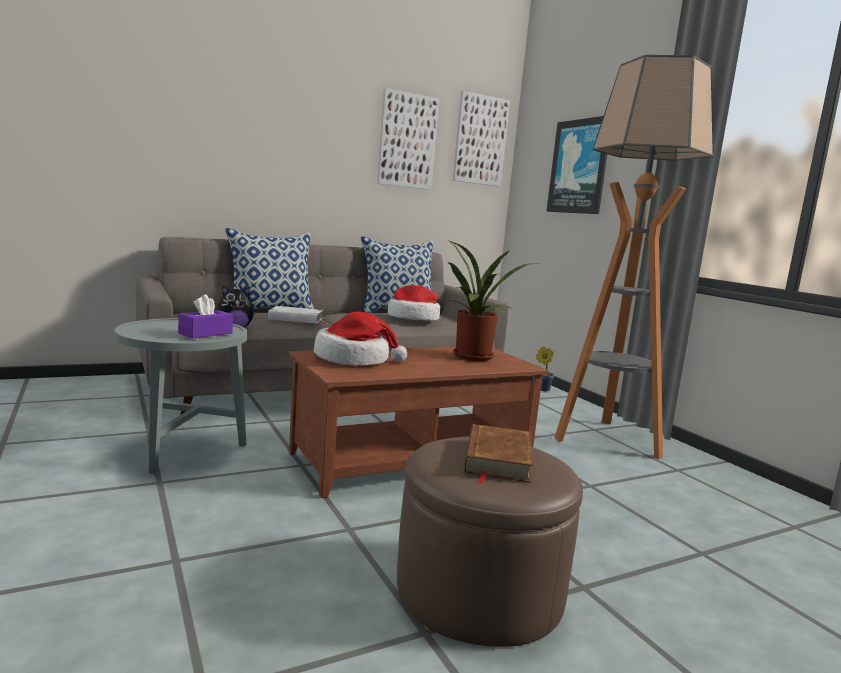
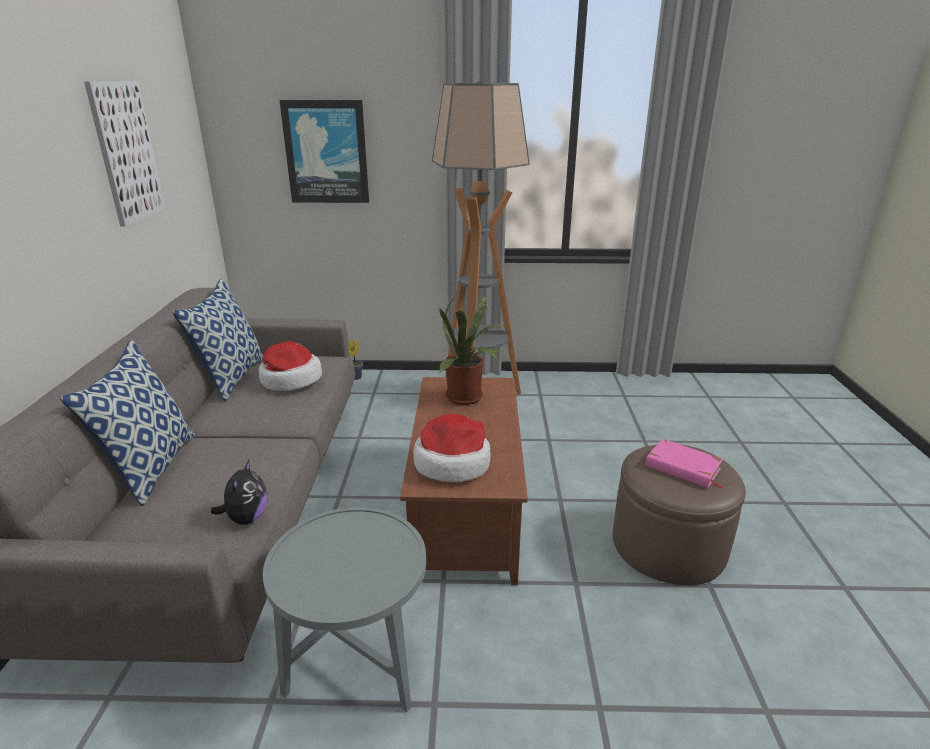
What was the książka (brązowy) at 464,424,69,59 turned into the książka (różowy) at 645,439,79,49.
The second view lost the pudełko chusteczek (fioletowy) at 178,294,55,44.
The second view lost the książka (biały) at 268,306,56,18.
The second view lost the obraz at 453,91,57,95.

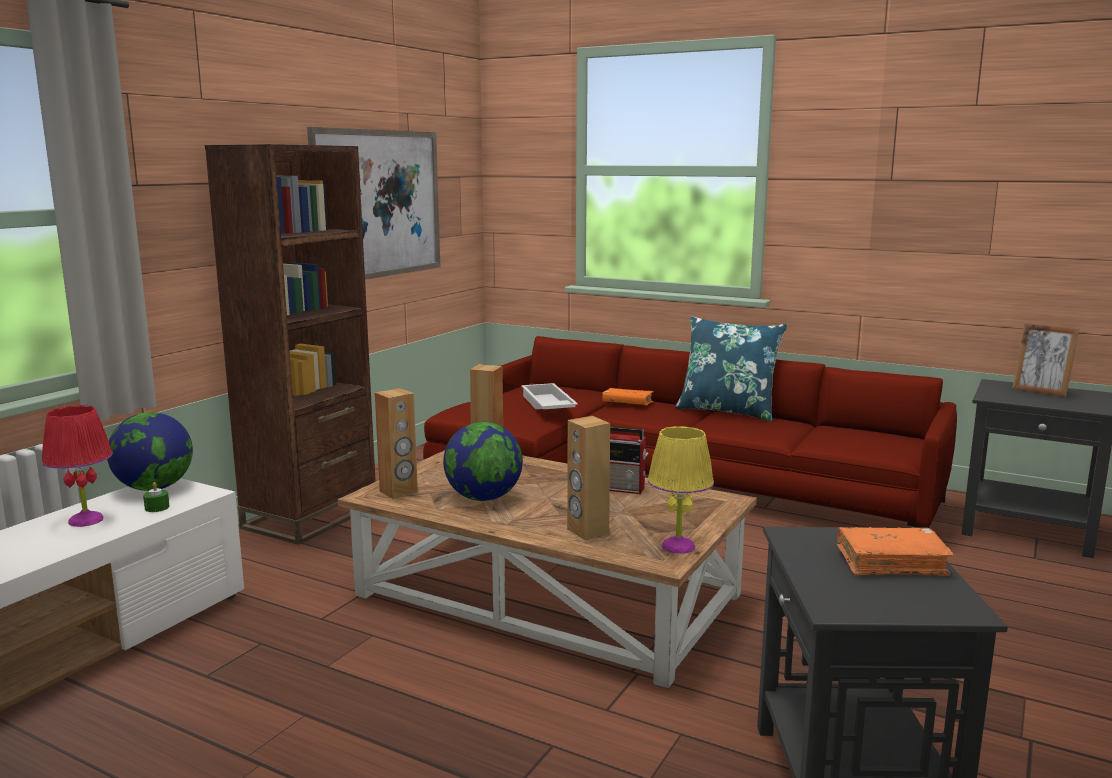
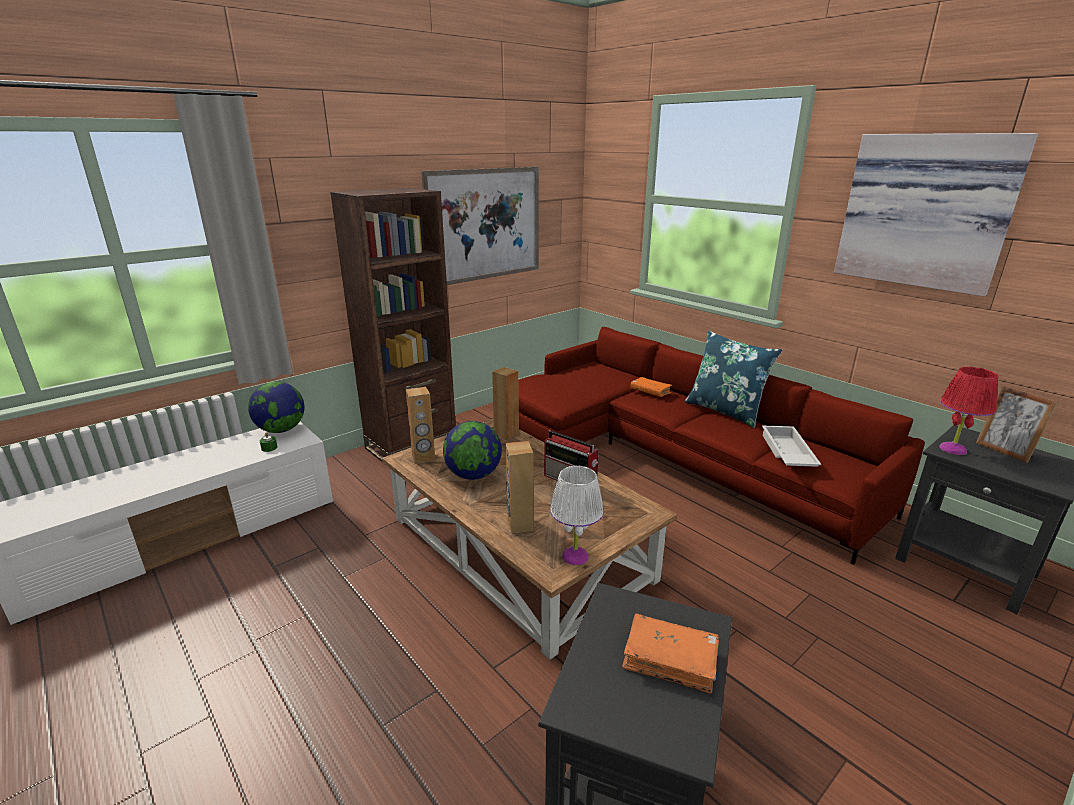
What was the lampa stołowa (żółty) at 648,426,66,128 turned into the lampa stołowa (biały) at 550,466,54,99.
The taca (biały) ended up elsewhere, having gone from 521,383,57,26 to 762,425,60,42.
The second view gained the obraz at 834,133,204,164.
The lampa stołowa (czerwony) ended up elsewhere, having gone from 42,405,71,122 to 940,367,58,88.

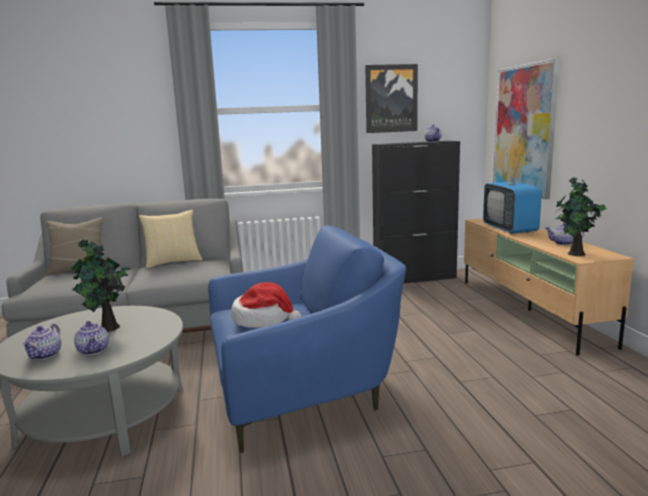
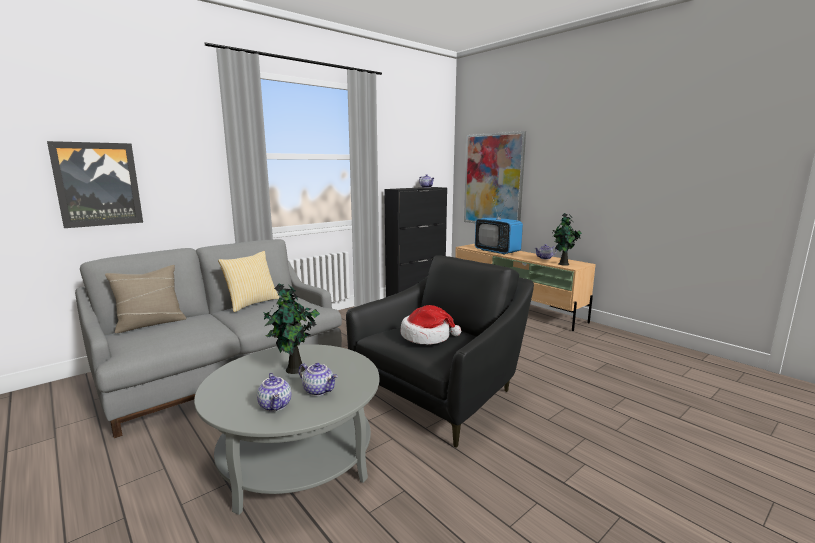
The obraz ended up elsewhere, having gone from 365,64,53,69 to 47,141,96,87.
What was the fotel (niebieski) at 208,225,198,228 turned into the fotel (czarny) at 346,255,188,193.

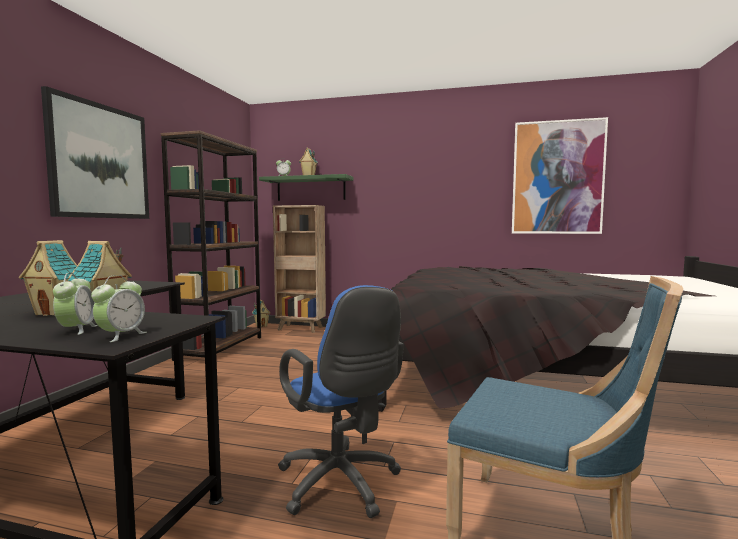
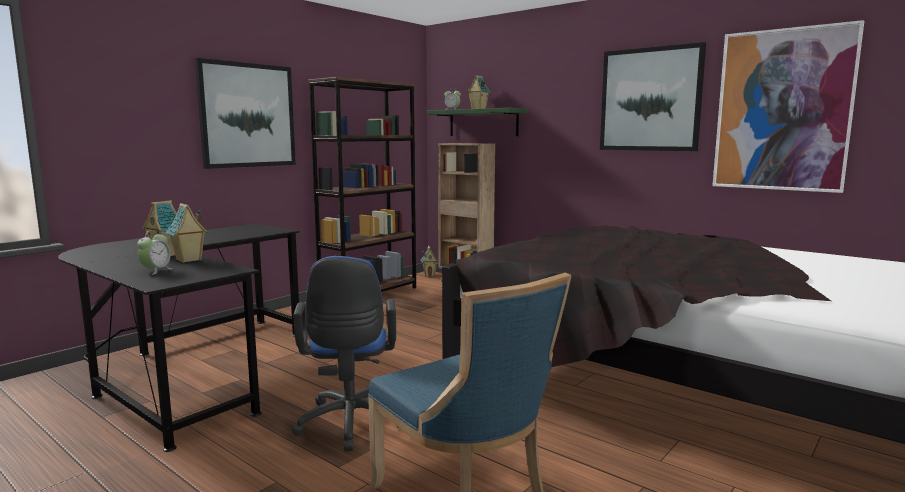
The second view gained the obraz at 600,42,106,109.
The second view lost the budzik at 91,275,56,67.

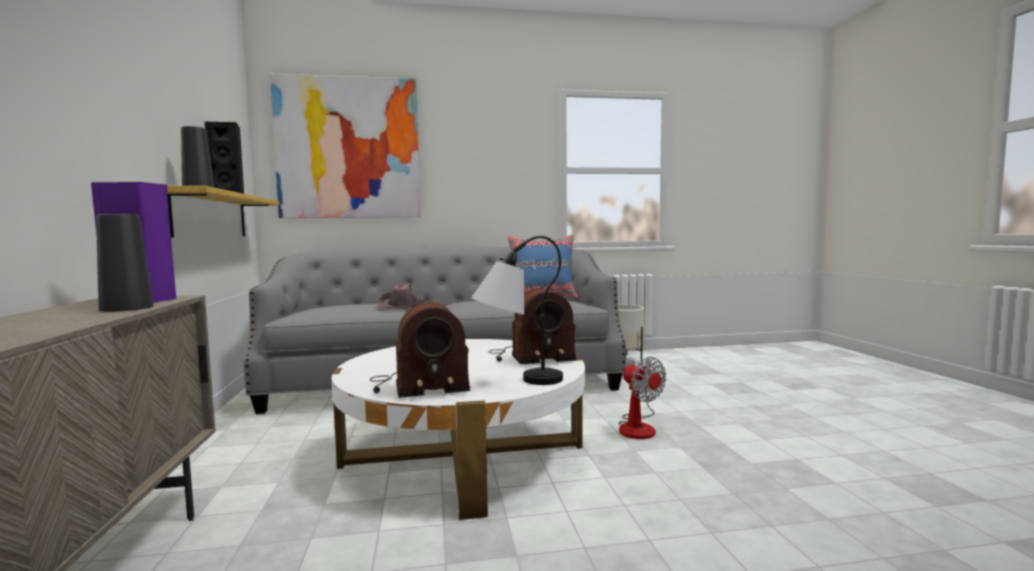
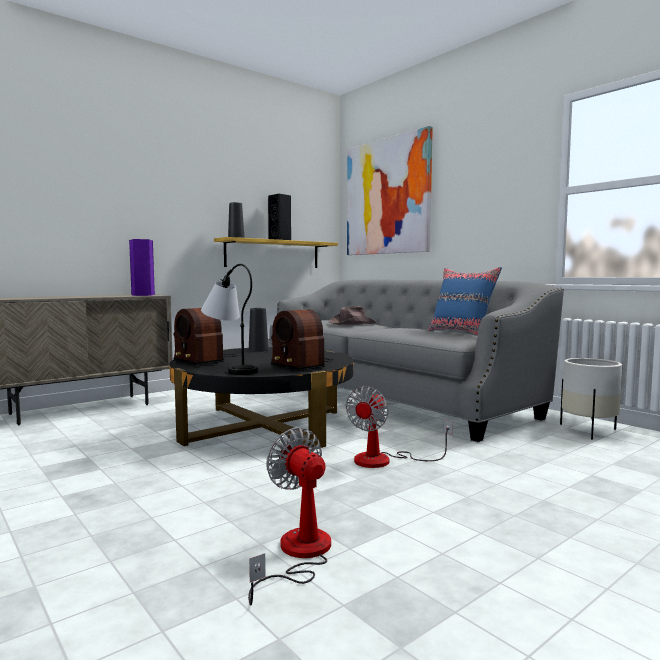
What was the ława (biały) at 332,339,253,181 turned into the ława (czarny) at 169,347,184,103.
The second view gained the wentylator at 248,427,83,178.
The wazon (czarny) ended up elsewhere, having gone from 96,214,58,98 to 249,308,20,44.

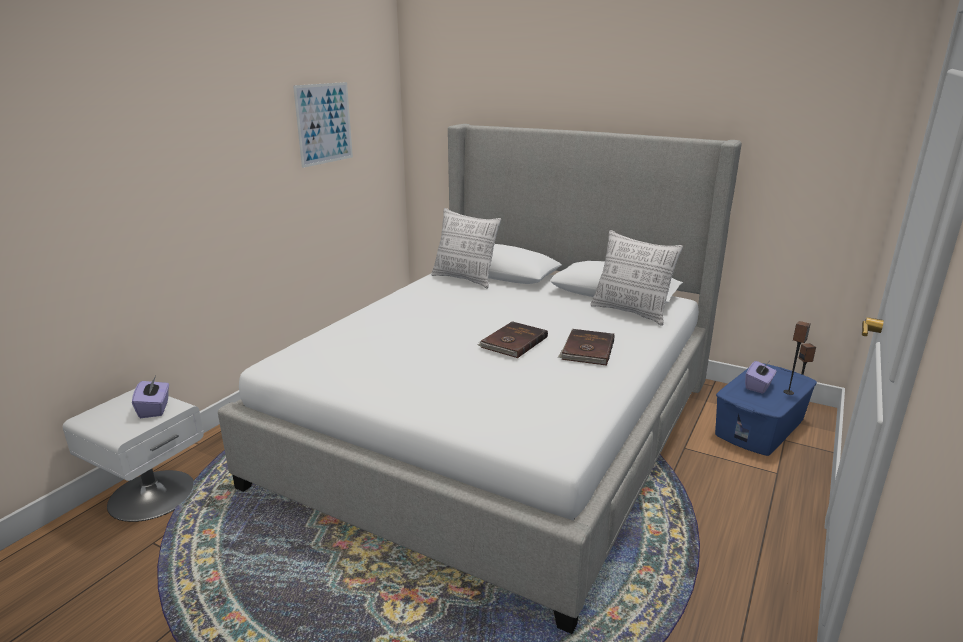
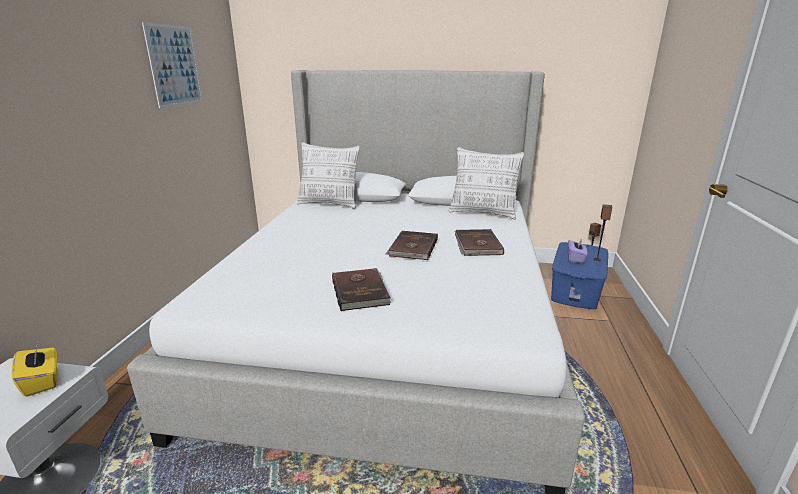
What was the pudełko chusteczek (fioletowy) at 132,376,37,42 turned into the pudełko chusteczek (żółty) at 12,343,45,54.
The second view gained the książka (brązowy) at 332,268,59,43.

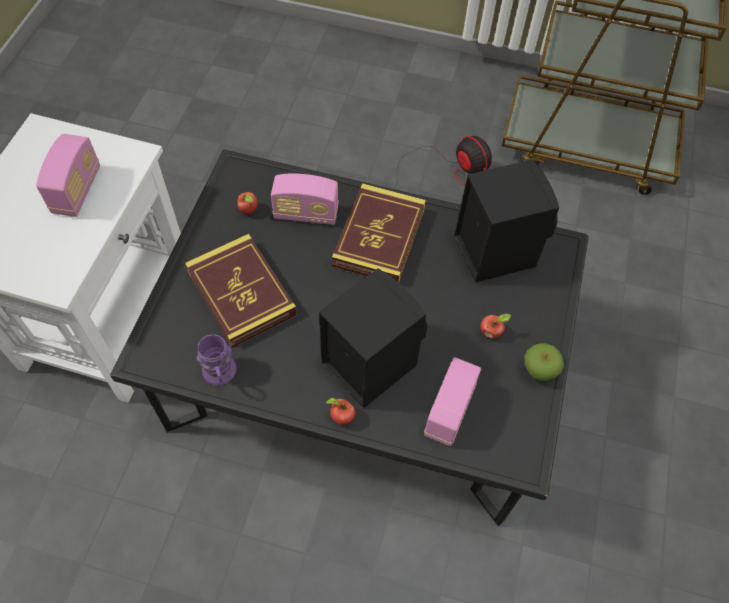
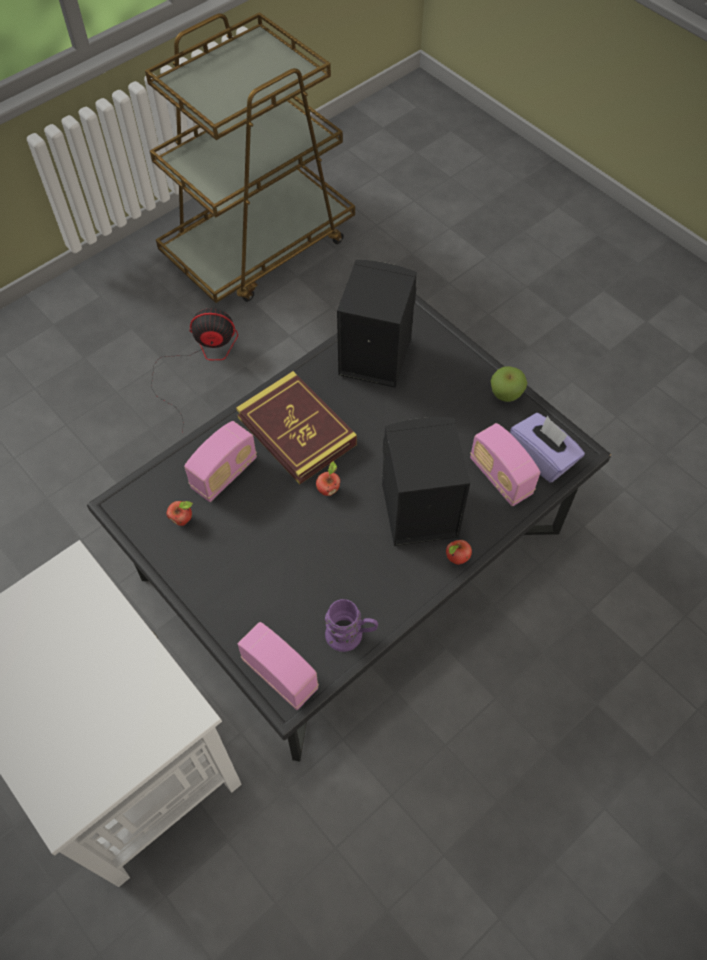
The radio ended up elsewhere, having gone from 36,134,64,83 to 238,622,81,88.
The jabłko ended up elsewhere, having gone from 481,314,30,24 to 316,461,24,35.
The second view gained the pudełko chusteczek (fioletowy) at 510,413,75,70.
The second view lost the książka at 185,234,112,114.

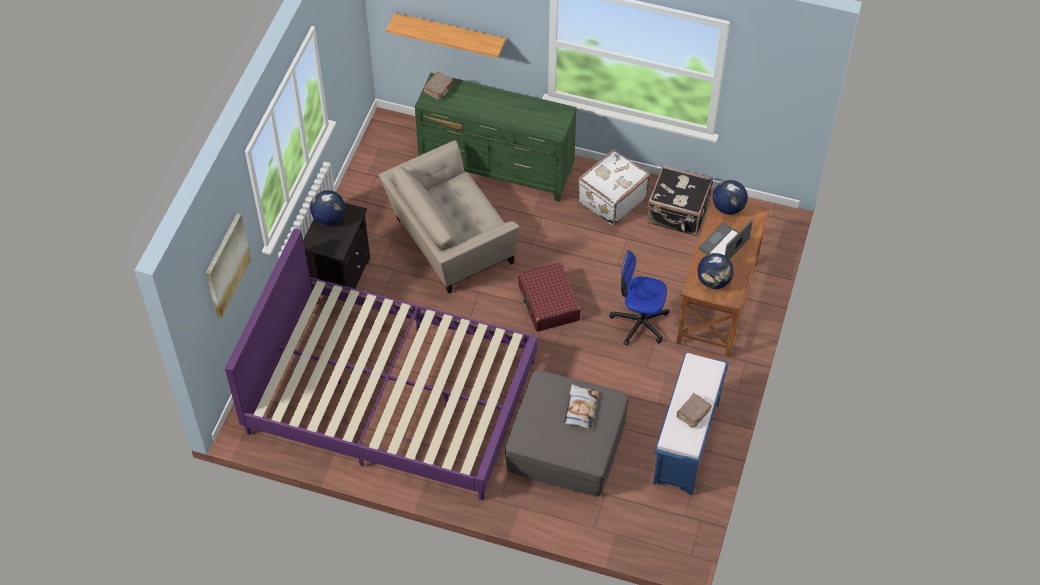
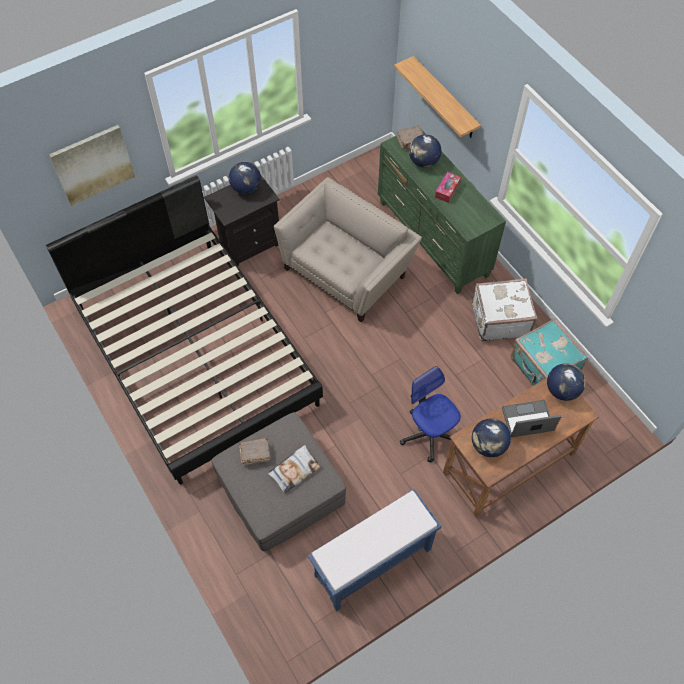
What was the łóżko (fioletowy) at 225,228,313,272 turned into the łóżko (czarny) at 46,176,277,309.
The książka (brązowy) ended up elsewhere, having gone from 676,393,36,35 to 239,438,32,27.
The fotel (beżowy) at 379,140,140,154 ended up facing another way, 120 degrees clockwise from before.
The second view gained the globus at 409,134,32,34.
The second view gained the pudełko chusteczek at 435,172,26,31.
What was the walizka (czarny) at 647,165,66,71 turned into the walizka (turkusowy) at 510,318,78,68.
The second view lost the walizka (czerwony) at 518,263,63,69.

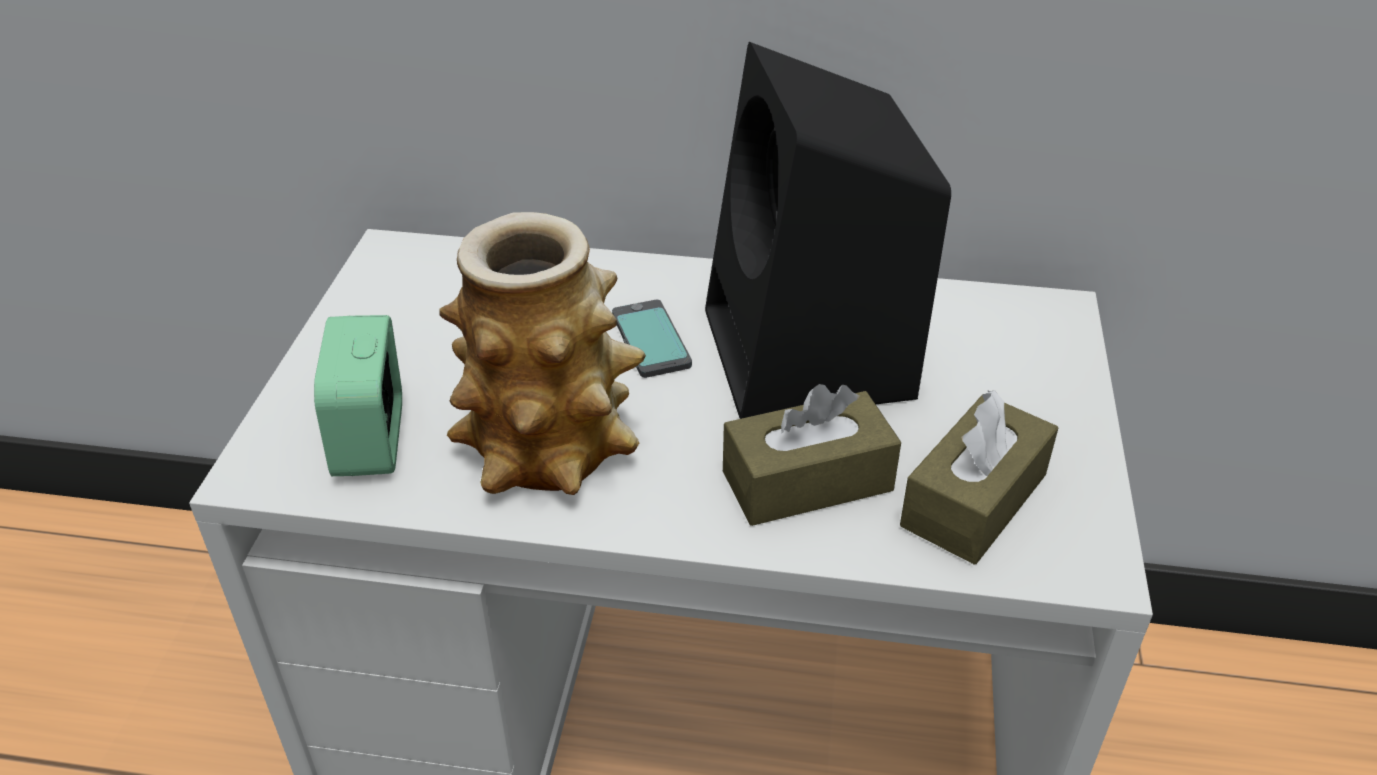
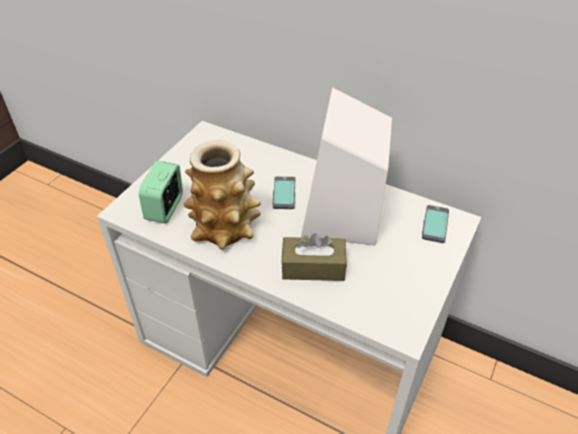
What was the głośnik (czarny) at 705,42,246,377 turned into the głośnik (biały) at 301,87,91,159.
The second view gained the telefon at 422,205,27,38.
The second view lost the pudełko chusteczek (brązowy) at 900,390,158,175.

